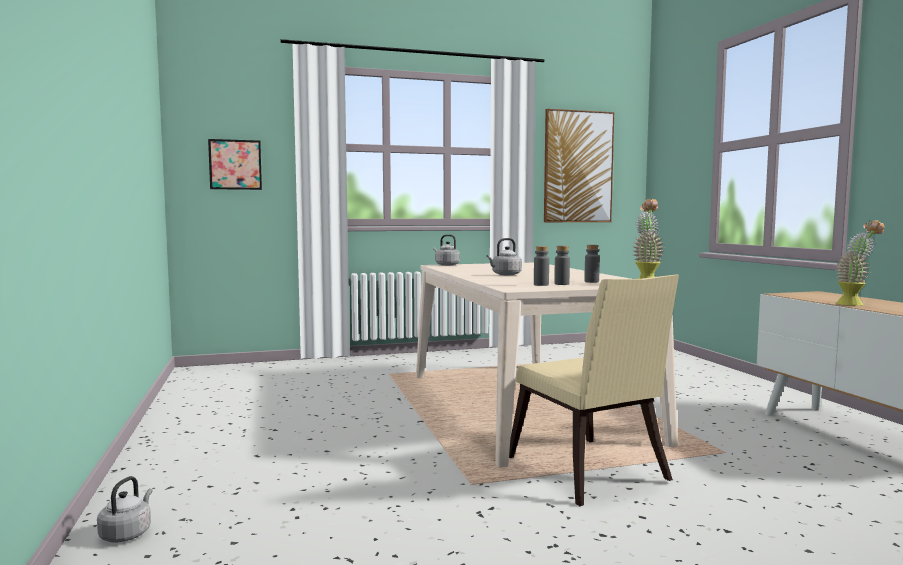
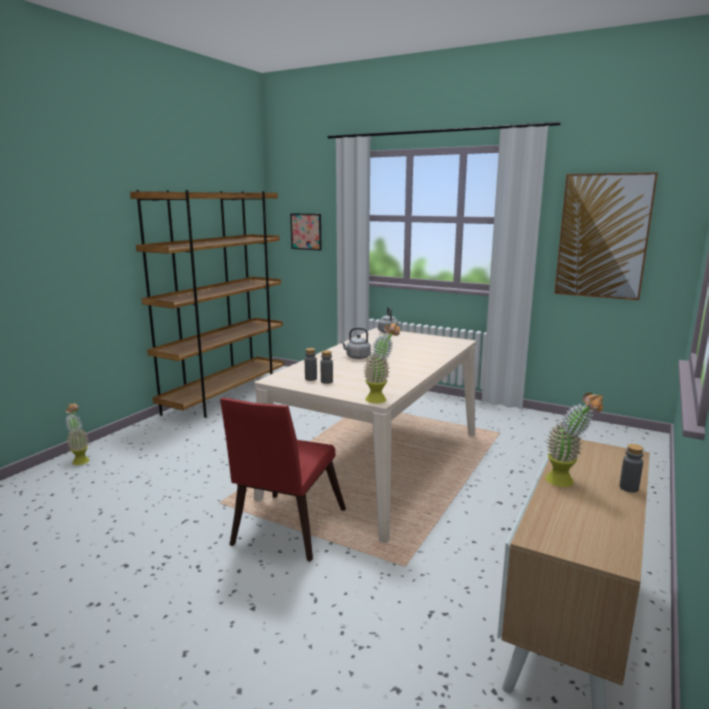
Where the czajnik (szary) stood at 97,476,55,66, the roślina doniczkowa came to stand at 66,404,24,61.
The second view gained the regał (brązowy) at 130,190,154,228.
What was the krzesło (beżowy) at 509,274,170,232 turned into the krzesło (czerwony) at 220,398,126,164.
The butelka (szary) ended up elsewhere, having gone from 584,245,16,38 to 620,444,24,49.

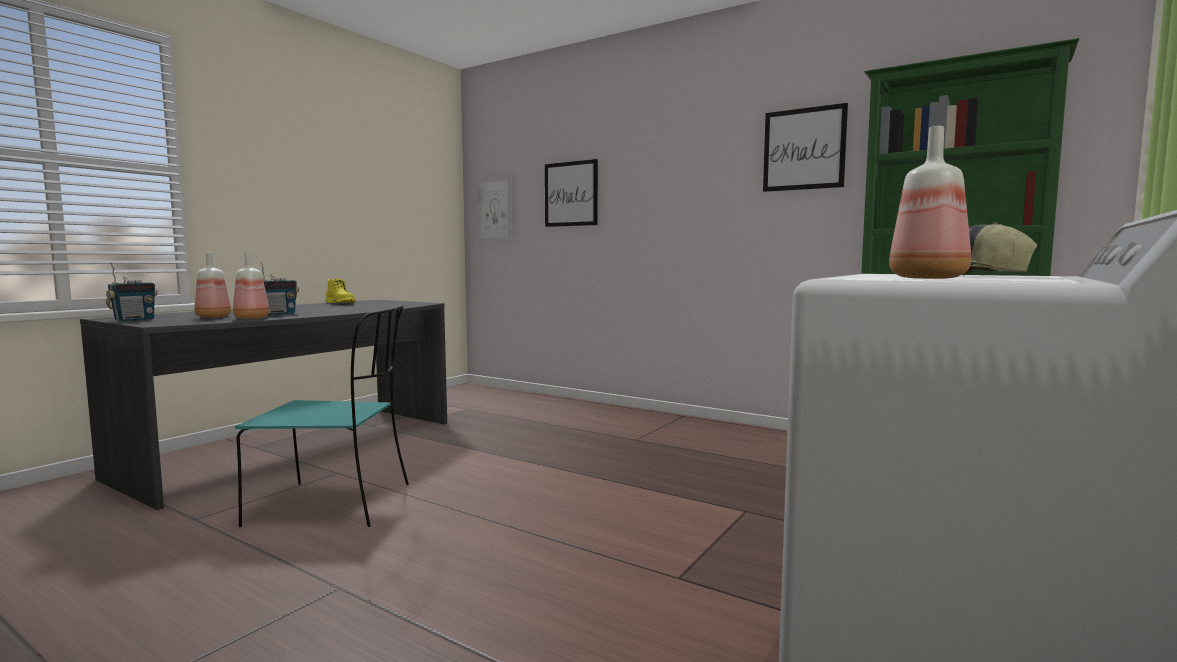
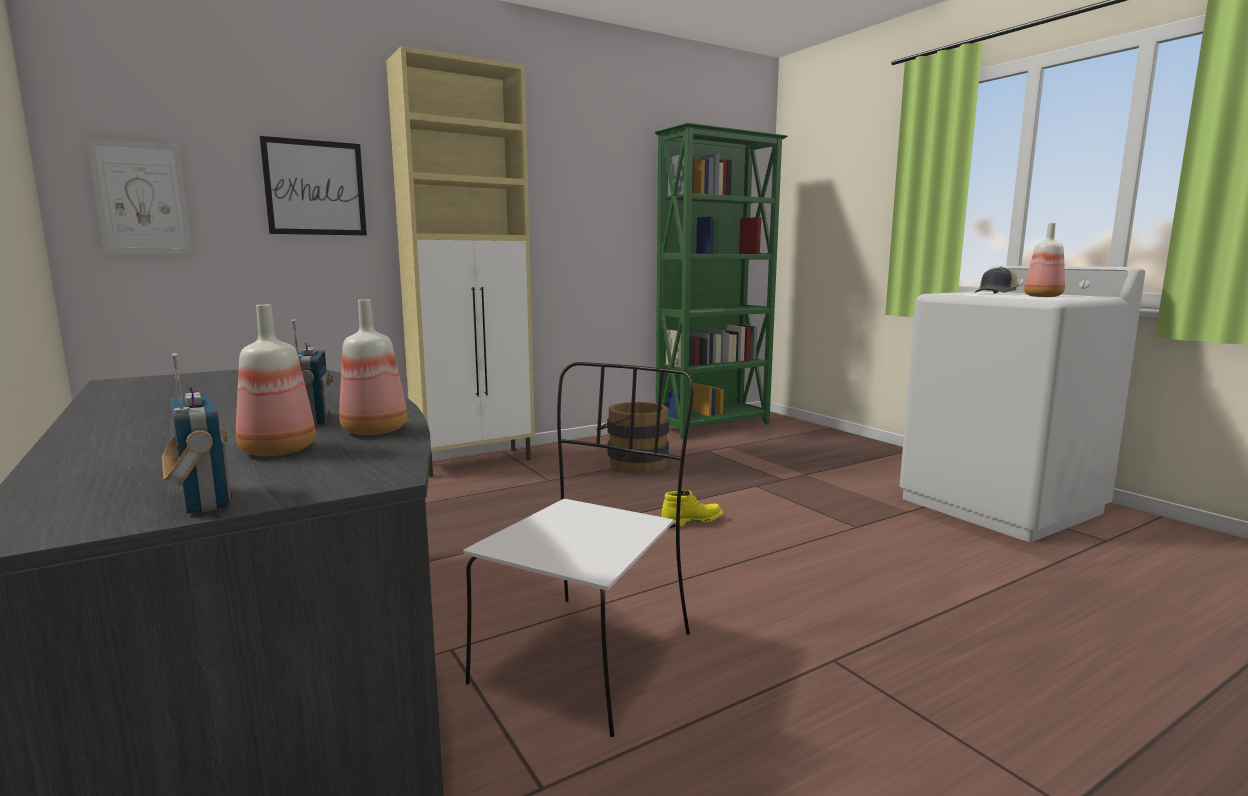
The second view gained the szafka (beżowy) at 386,46,149,431.
What was the krzesło (turkusowy) at 235,305,174,222 turned into the krzesło (biały) at 463,362,231,375.
The second view gained the wiadro (brązowy) at 596,402,73,72.
The but z cholewką (żółty) ended up elsewhere, having gone from 326,278,30,25 to 662,490,61,38.
The second view lost the obraz at 763,103,85,89.

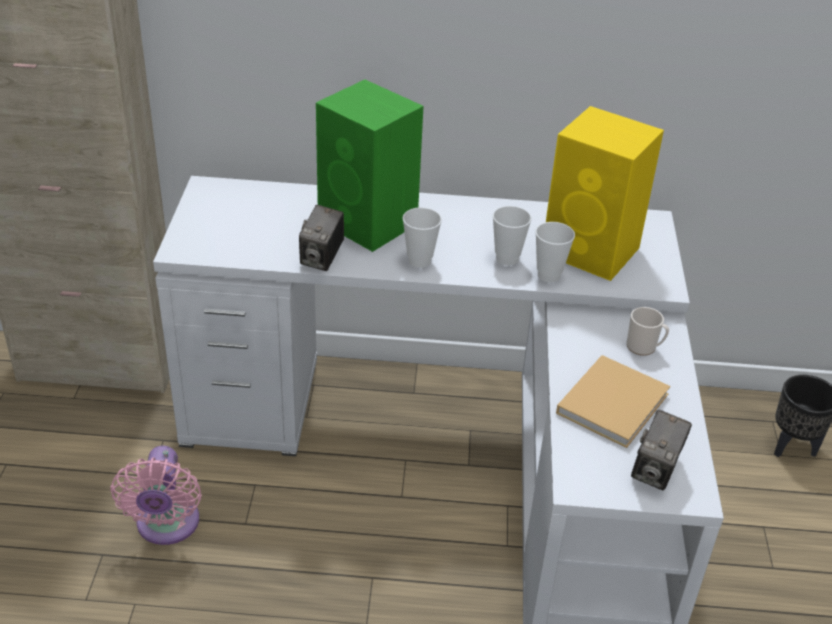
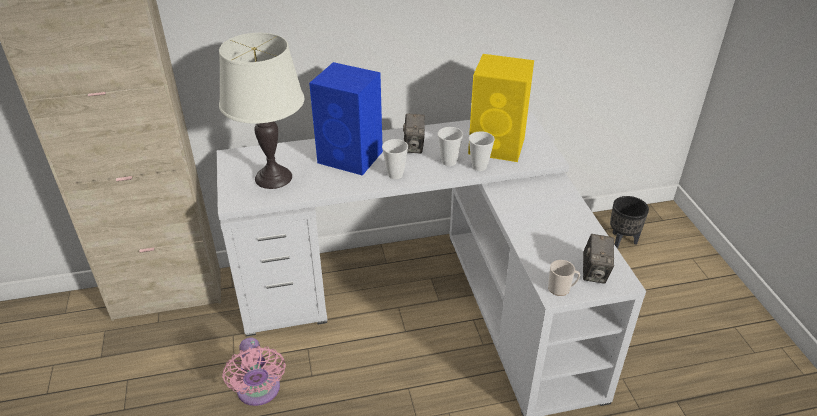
The second view gained the lampa stołowa (biały) at 219,33,85,156.
What was the głośnik (zielony) at 316,79,107,173 turned into the głośnik (niebieski) at 309,62,74,114.
The aparat fotograficzny ended up elsewhere, having gone from 299,205,45,66 to 403,113,22,40.
The kubek ended up elsewhere, having gone from 626,307,43,49 to 548,260,32,36.
The second view lost the książka (beżowy) at 556,355,114,93.

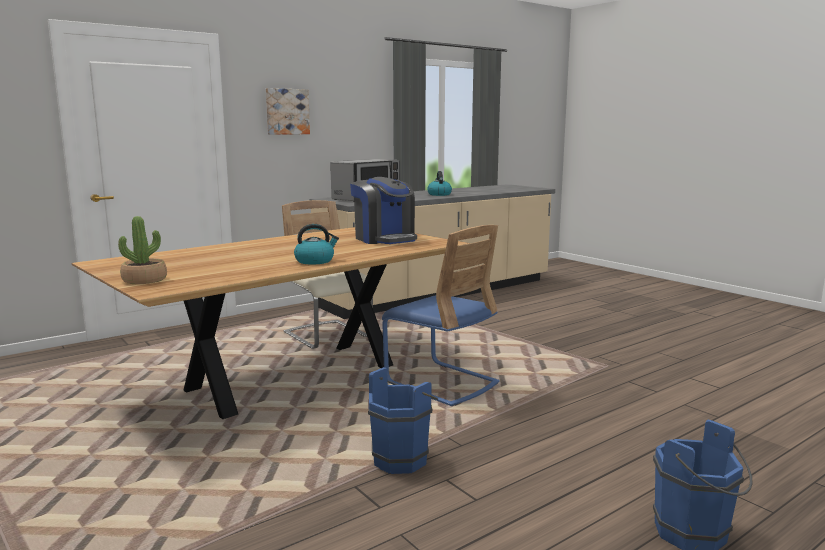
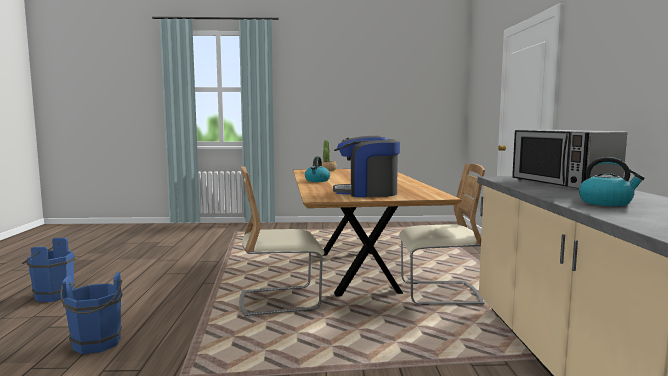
The wiadro (niebieski) ended up elsewhere, having gone from 368,367,70,107 to 60,272,63,82.
What was the krzesło (niebieski) at 382,225,118,181 turned into the krzesło (beżowy) at 239,166,86,150.
The second view lost the obraz at 266,88,44,47.

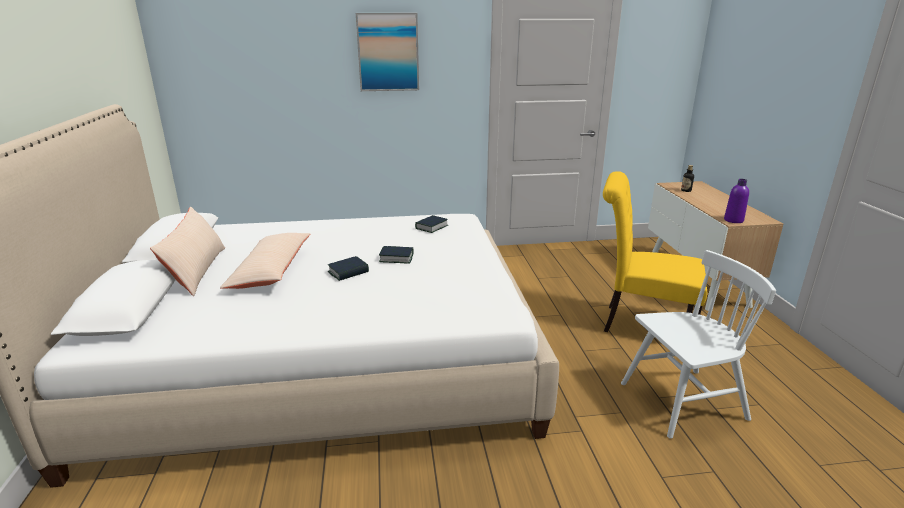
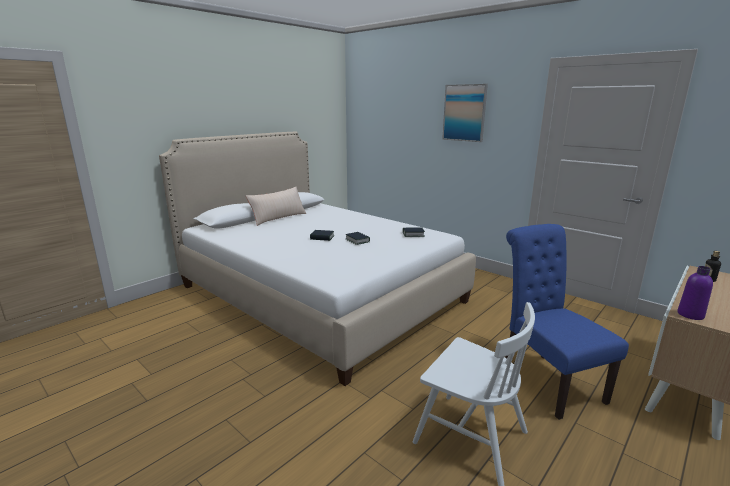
What was the krzesło (żółty) at 603,171,104,161 turned into the krzesło (niebieski) at 505,224,124,196.
The second view lost the poduszka (beżowy) at 220,233,90,56.

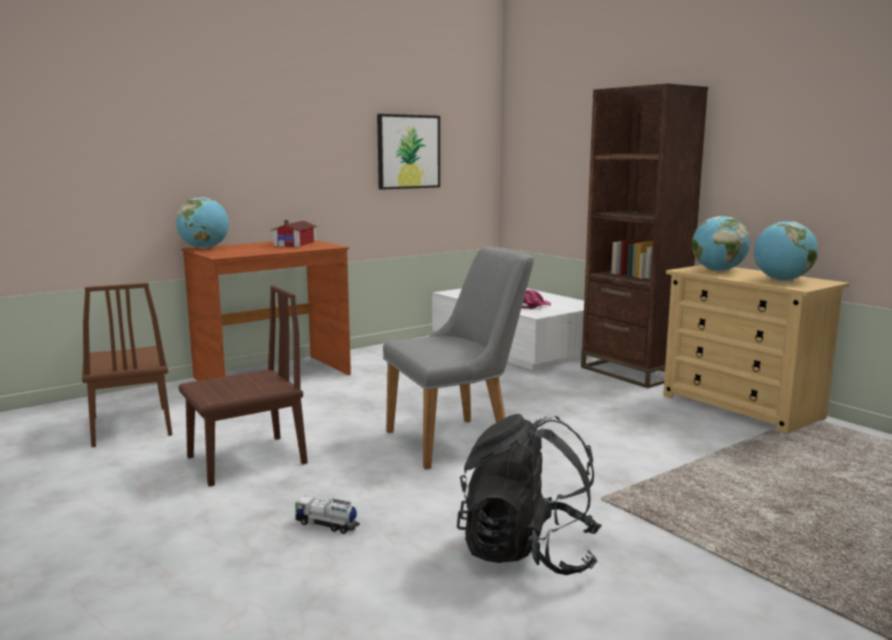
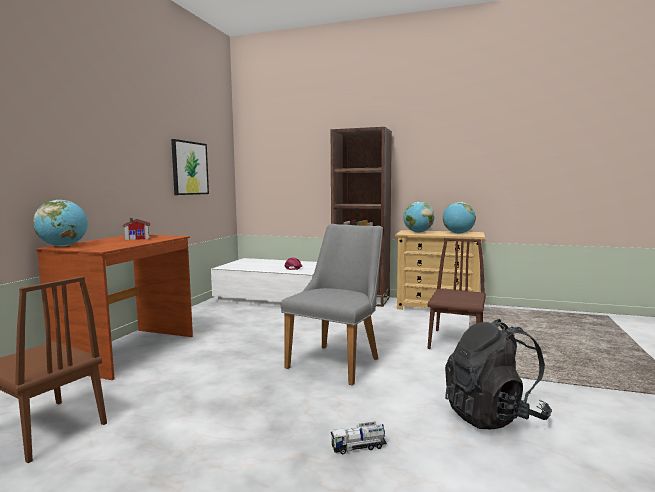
The krzesło (brązowy) ended up elsewhere, having gone from 178,285,130,202 to 427,238,59,111.

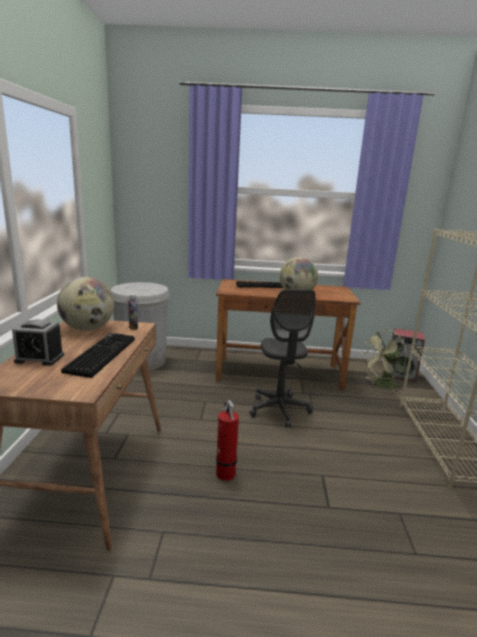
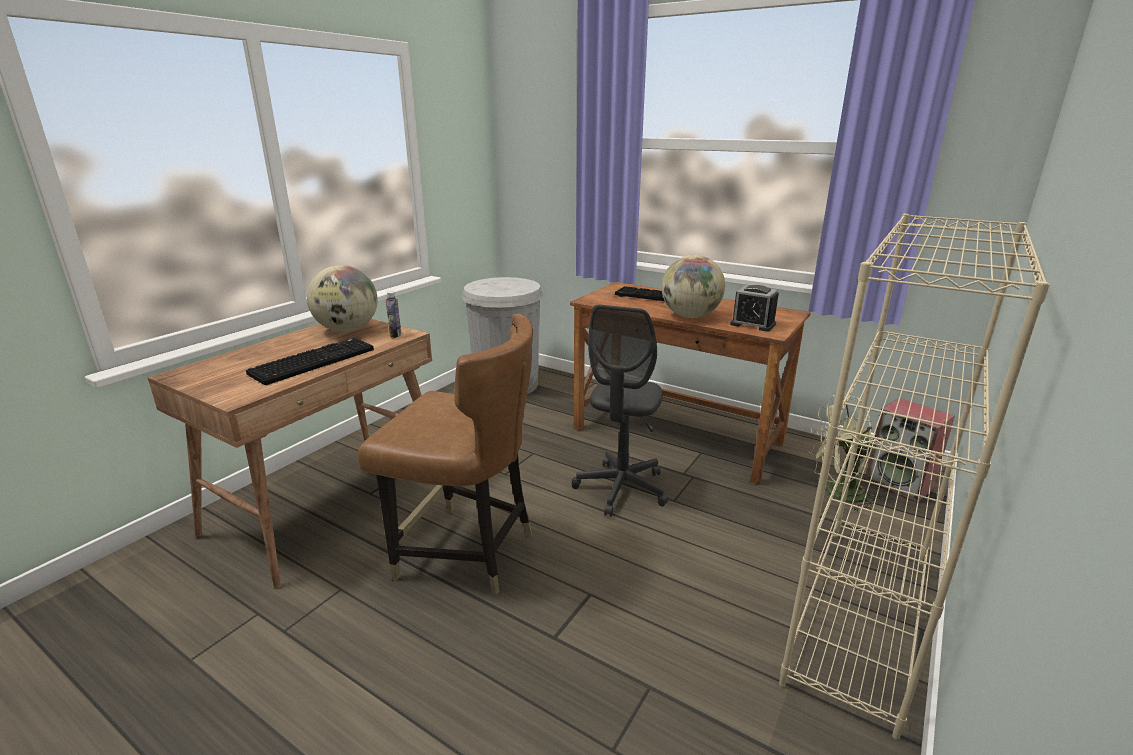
Where the gaśnica stood at 216,400,23,81, the krzesło (brązowy) came to stand at 358,314,175,280.
The budzik ended up elsewhere, having gone from 12,320,52,46 to 730,285,49,47.

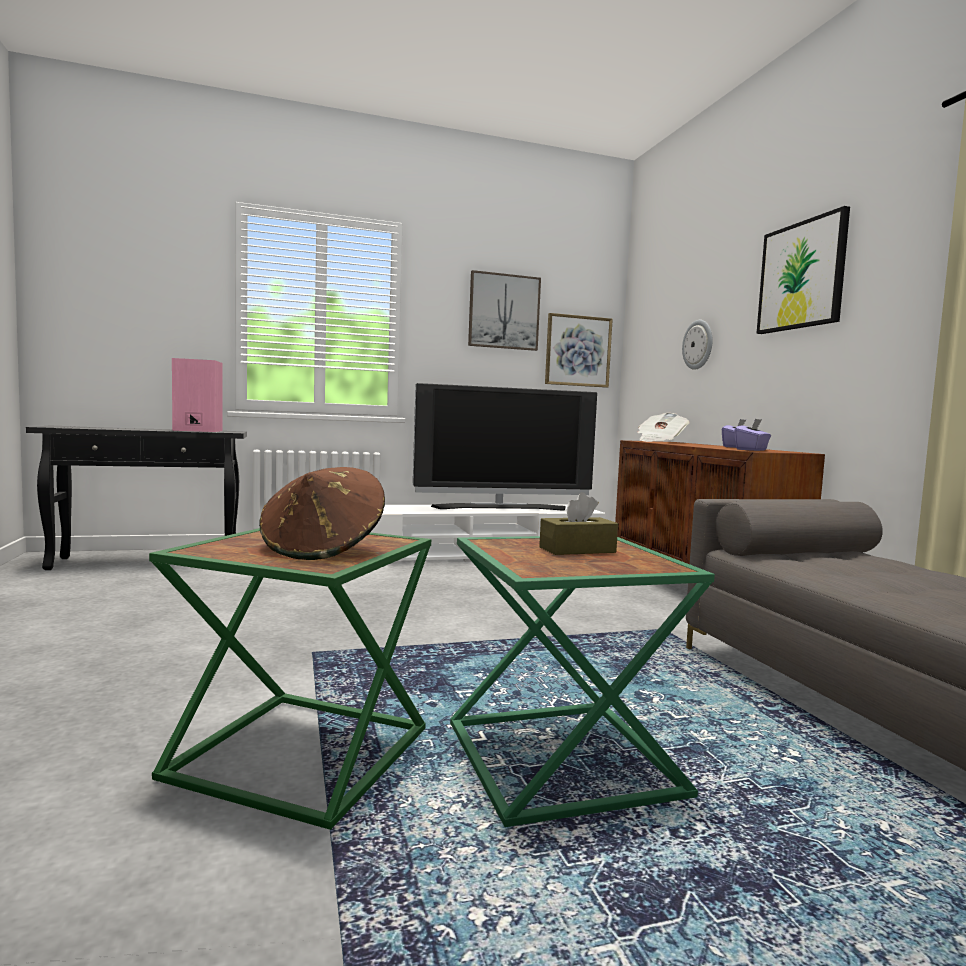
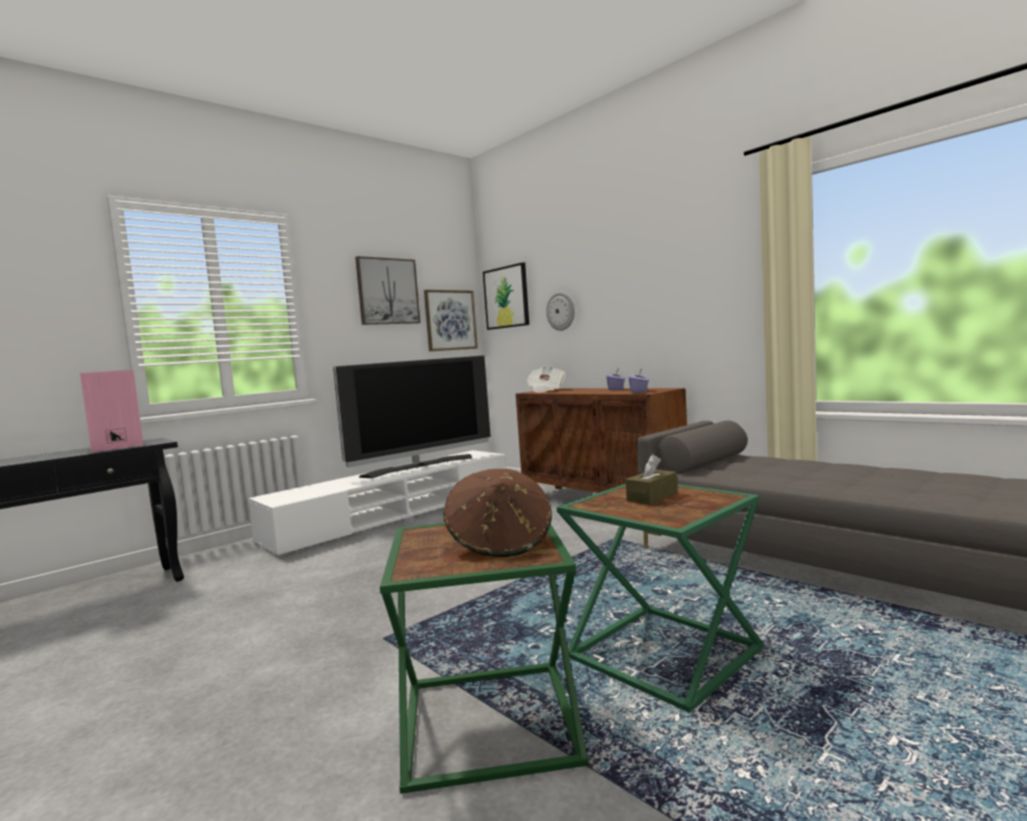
The obraz ended up elsewhere, having gone from 756,206,94,128 to 483,262,46,68.

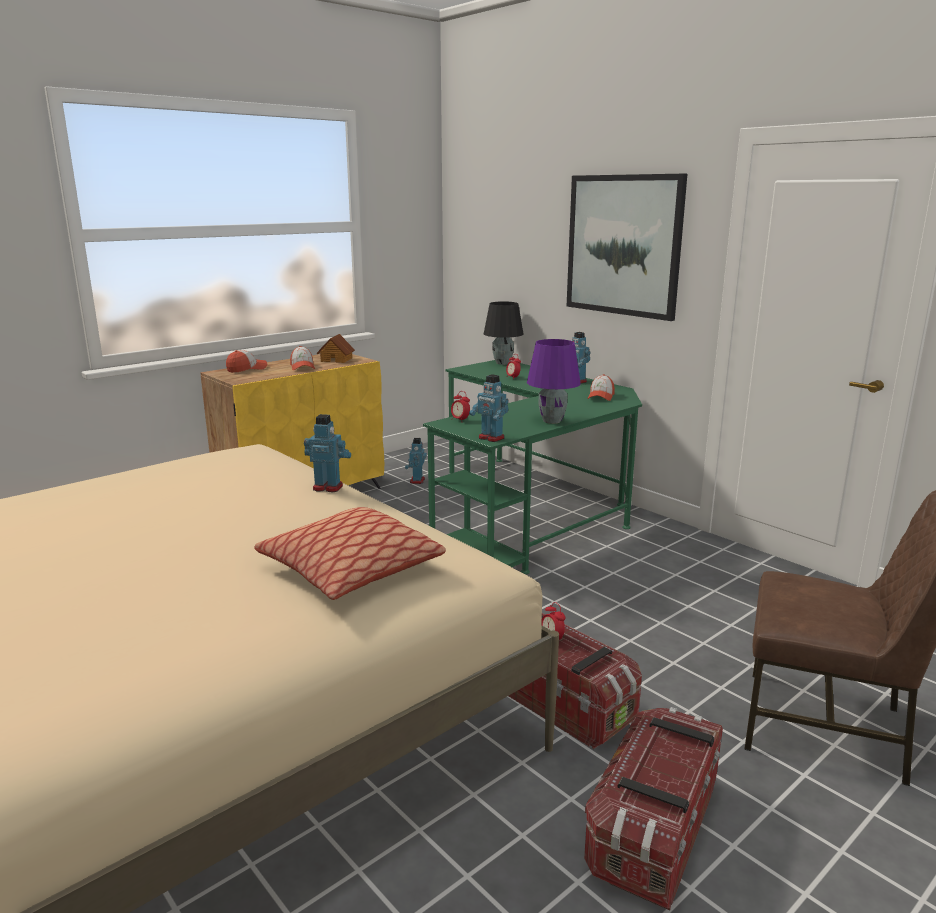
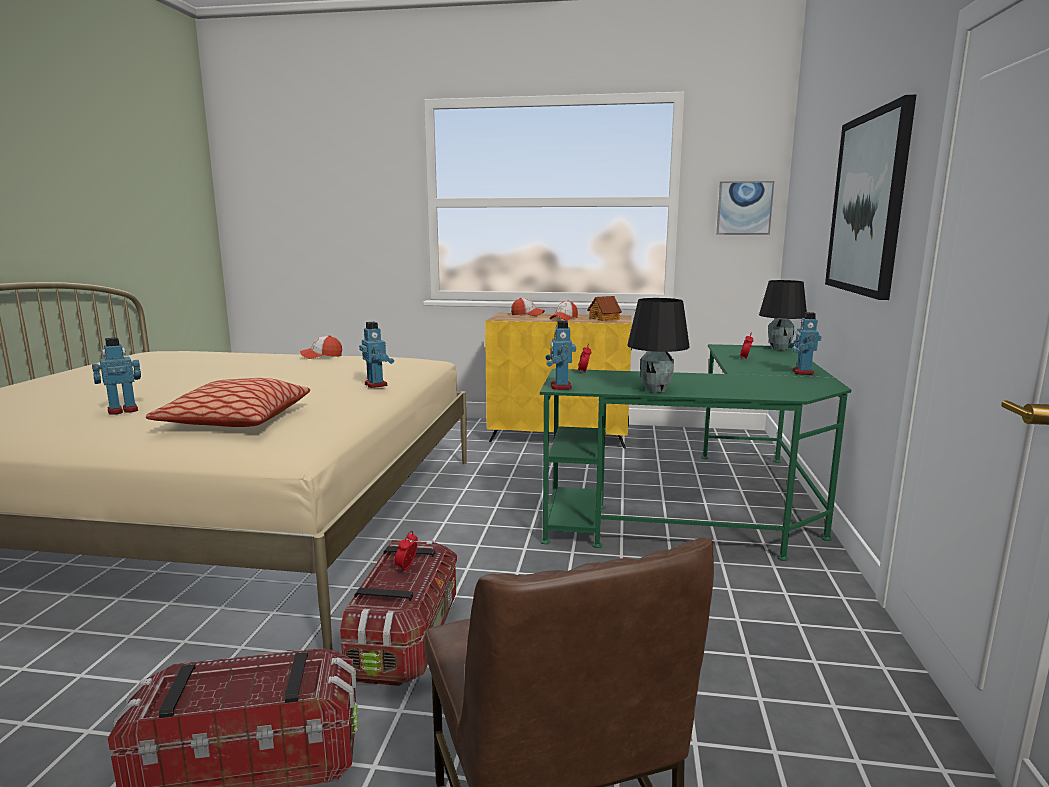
The robot zabawkowy ended up elsewhere, having gone from 405,438,22,46 to 92,337,49,78.
The czapka z daszkiem ended up elsewhere, having gone from 587,374,28,27 to 300,335,42,24.
What was the lampa stołowa (fioletowy) at 527,339,54,85 turned into the lampa stołowa (czarny) at 628,298,62,95.
The second view gained the obraz at 716,181,58,54.

